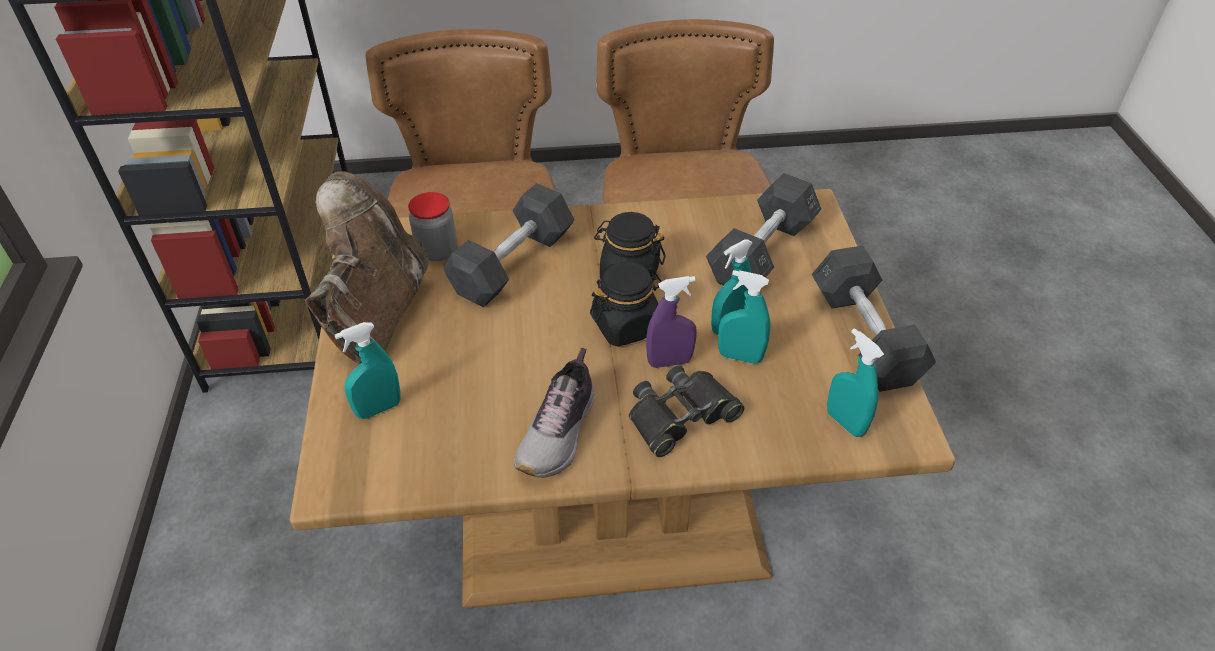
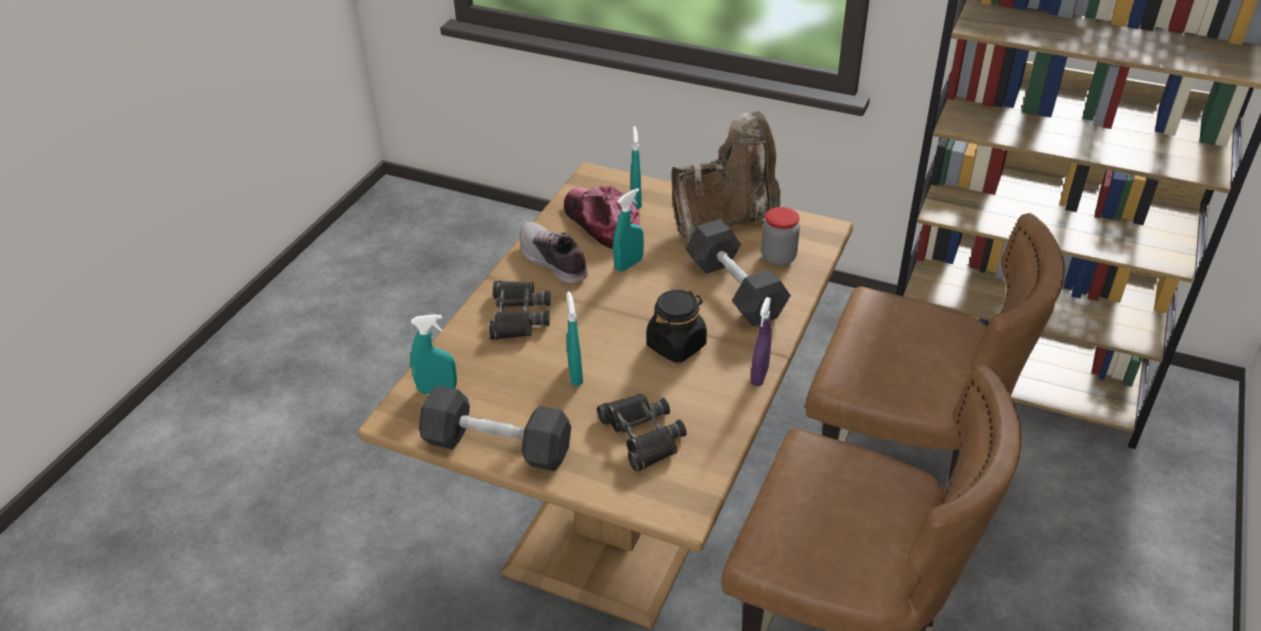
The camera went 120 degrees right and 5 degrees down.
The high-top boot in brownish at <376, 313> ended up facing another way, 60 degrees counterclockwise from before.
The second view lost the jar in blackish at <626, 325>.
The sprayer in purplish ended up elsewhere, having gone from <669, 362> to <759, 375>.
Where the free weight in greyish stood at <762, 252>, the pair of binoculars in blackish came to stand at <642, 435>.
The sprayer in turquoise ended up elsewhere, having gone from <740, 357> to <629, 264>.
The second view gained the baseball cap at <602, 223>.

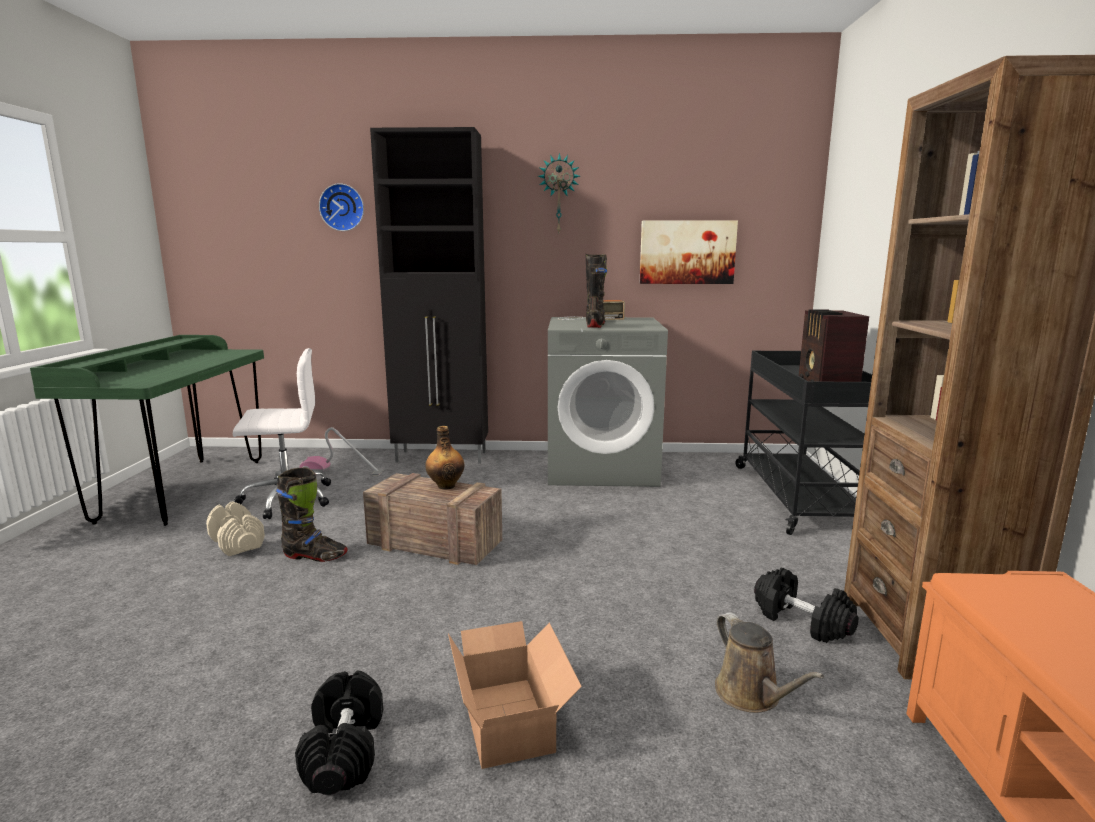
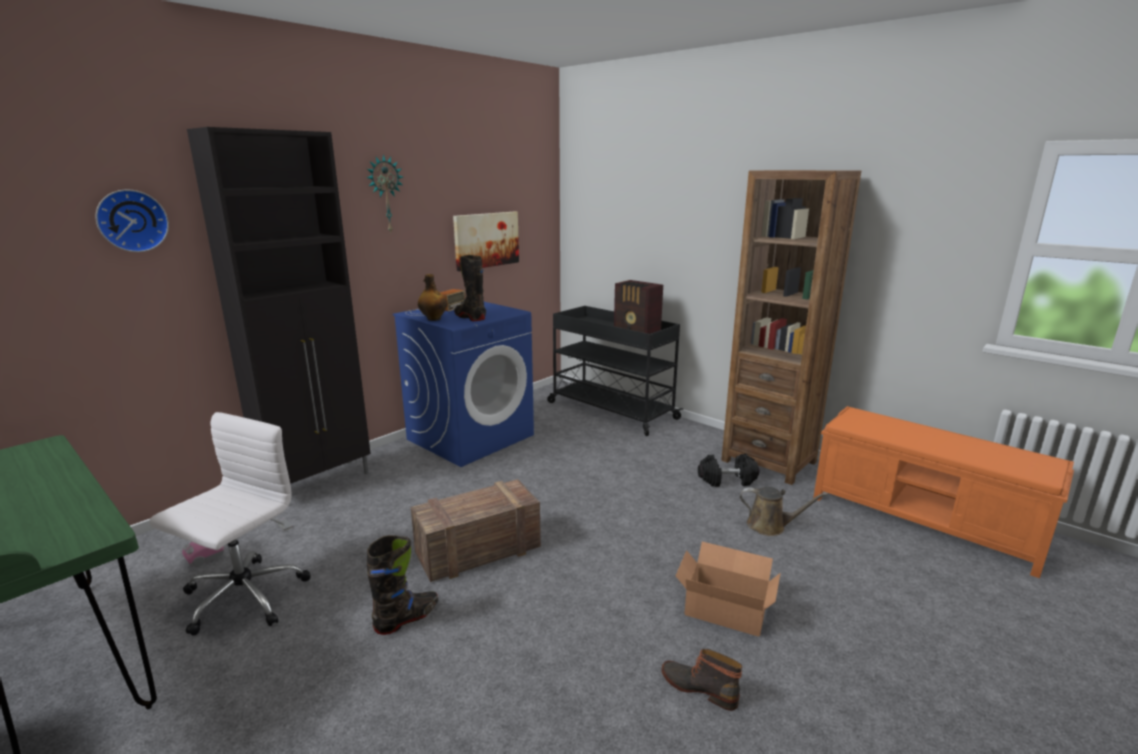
The camera went 50 degrees left and 5 degrees up.
The second view lost the free weight in sand-coloured at <237, 543>.
Where the free weight in blackish stood at <343, 750>, the high-top boot came to stand at <699, 687>.
The drink bottle ended up elsewhere, having gone from <446, 486> to <433, 319>.
What was the washing machine in greyish at <602, 468> turned into the washing machine in blue-coloured at <471, 437>.

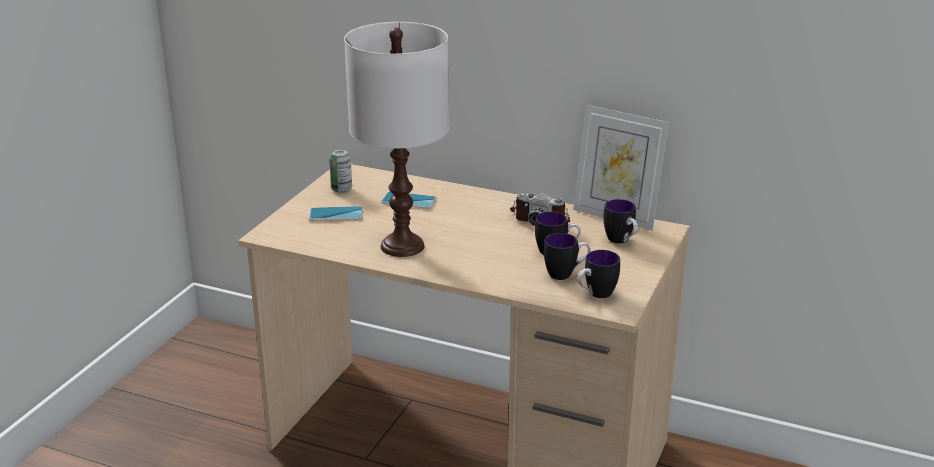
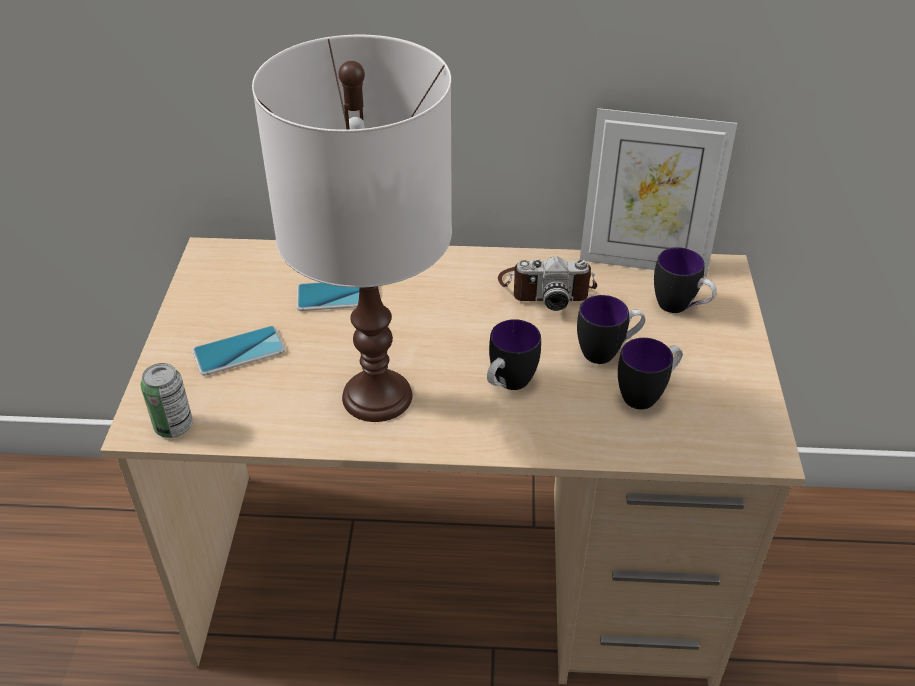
The camera went 20 degrees left and 15 degrees up.
The can ended up elsewhere, having gone from <341, 189> to <174, 426>.
The mug ended up elsewhere, having gone from <595, 295> to <508, 385>.

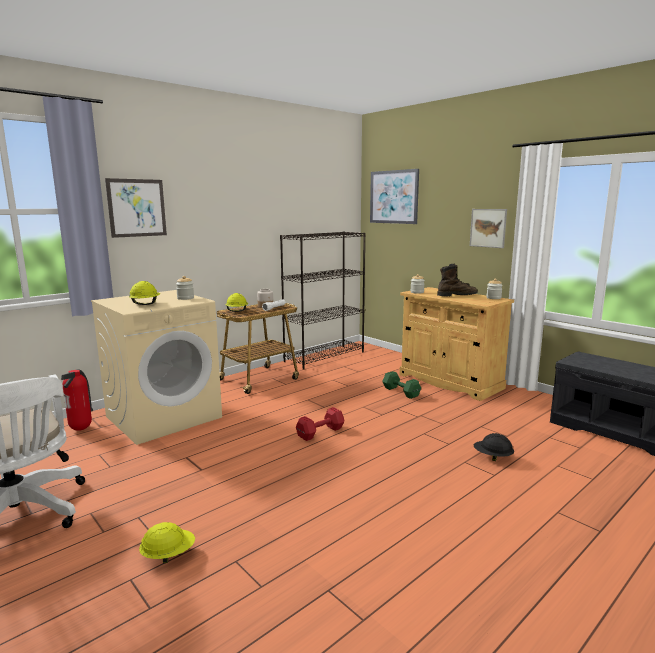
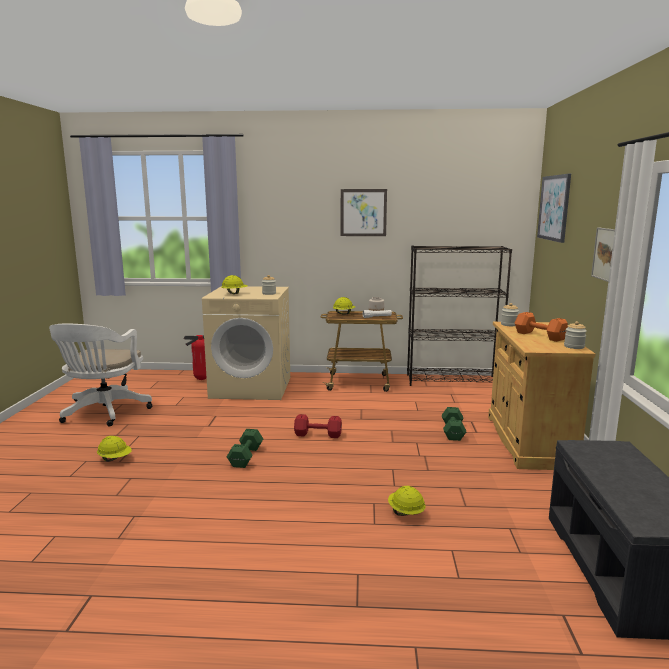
The camera went 45 degrees right and 0 degrees up.
The wall art ended up elsewhere, having gone from <137, 208> to <363, 212>.
Where the high-top boot in brownish stood at <456, 295>, the free weight in orangey came to stand at <539, 336>.
What was the hard hat in blackish at <492, 457> turned into the hard hat in yellow at <405, 512>.
The second view gained the free weight in green at <246, 456>.

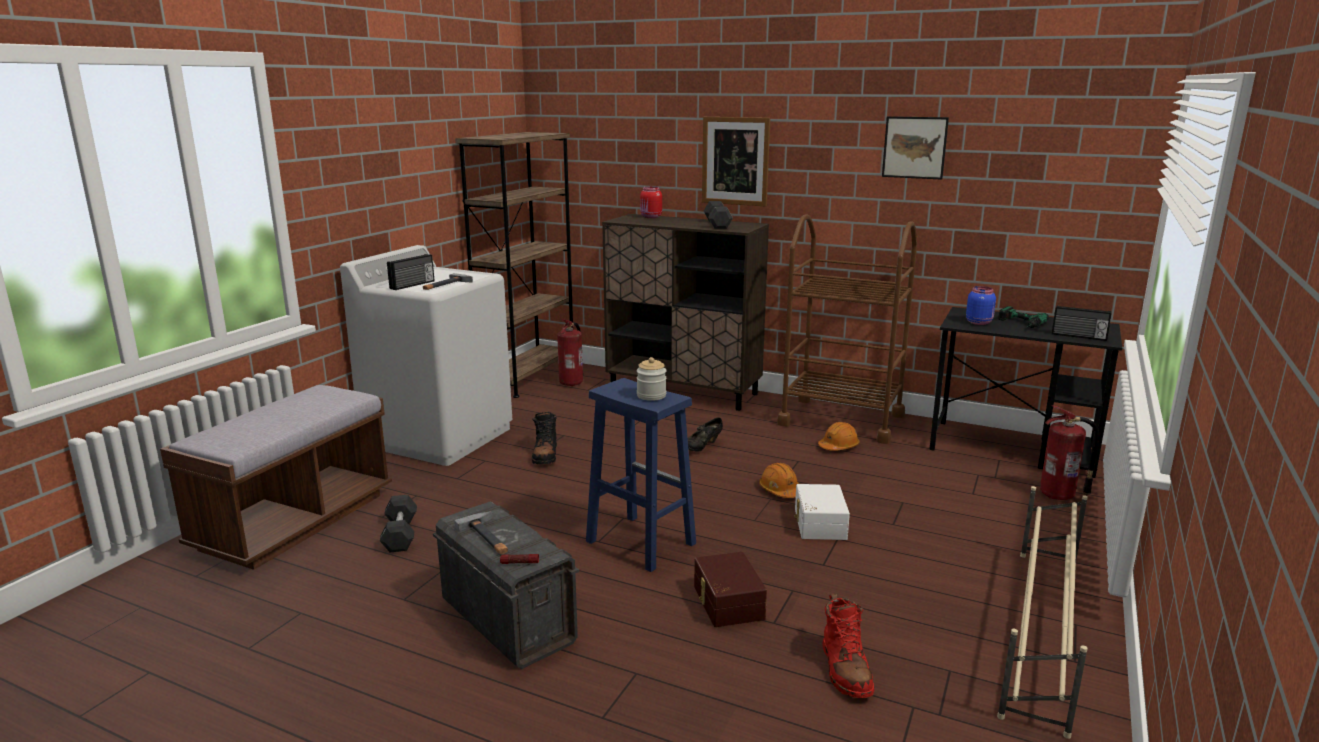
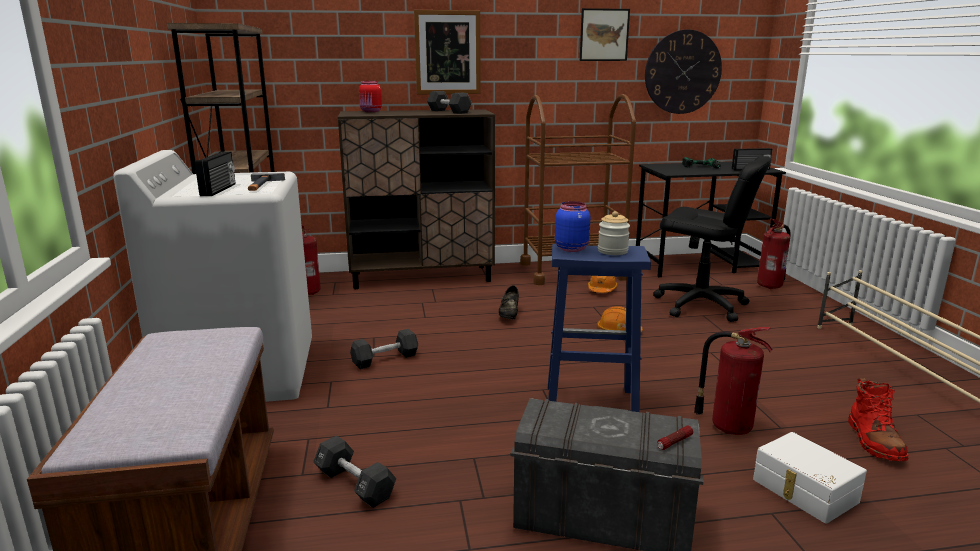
The camera went 35 degrees left and 0 degrees up.
The second view lost the tool hammer at <488, 537>.
Where the high-top boot in blackish stood at <545, 455>, the free weight in blackish came to stand at <385, 359>.
Where the storage container in brownish stood at <726, 602>, the fire-fighting cylinder came to stand at <728, 426>.
The storage container in whitish ended up elsewhere, having gone from <818, 523> to <803, 491>.
The high-top boot in red at <845, 670> ended up facing another way, 45 degrees clockwise from before.
The jar in blue-coloured ended up elsewhere, having gone from <979, 322> to <571, 248>.
The second view gained the clock on the wall at <682, 72>.
The second view gained the office chair in blackish at <700, 305>.

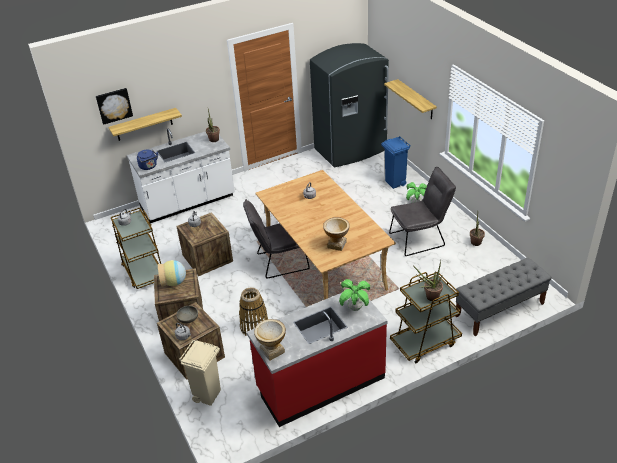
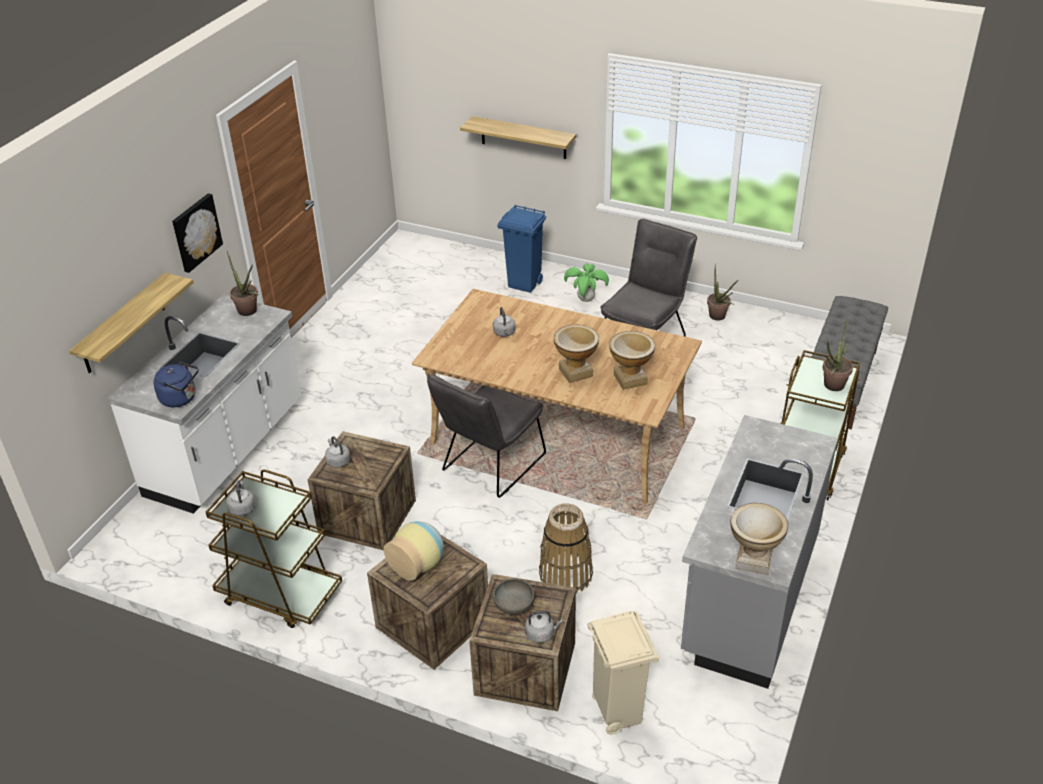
The camera went 40 degrees left and 0 degrees up.
The wall art ended up elsewhere, having gone from <114, 105> to <195, 232>.
What was the counter in red at <320, 383> turned into the counter in greyish at <748, 596>.
The second view lost the refrigerator in greyish at <351, 150>.
The second view lost the plant in a pot at <355, 308>.
The second view gained the decorative vase at <576, 372>.

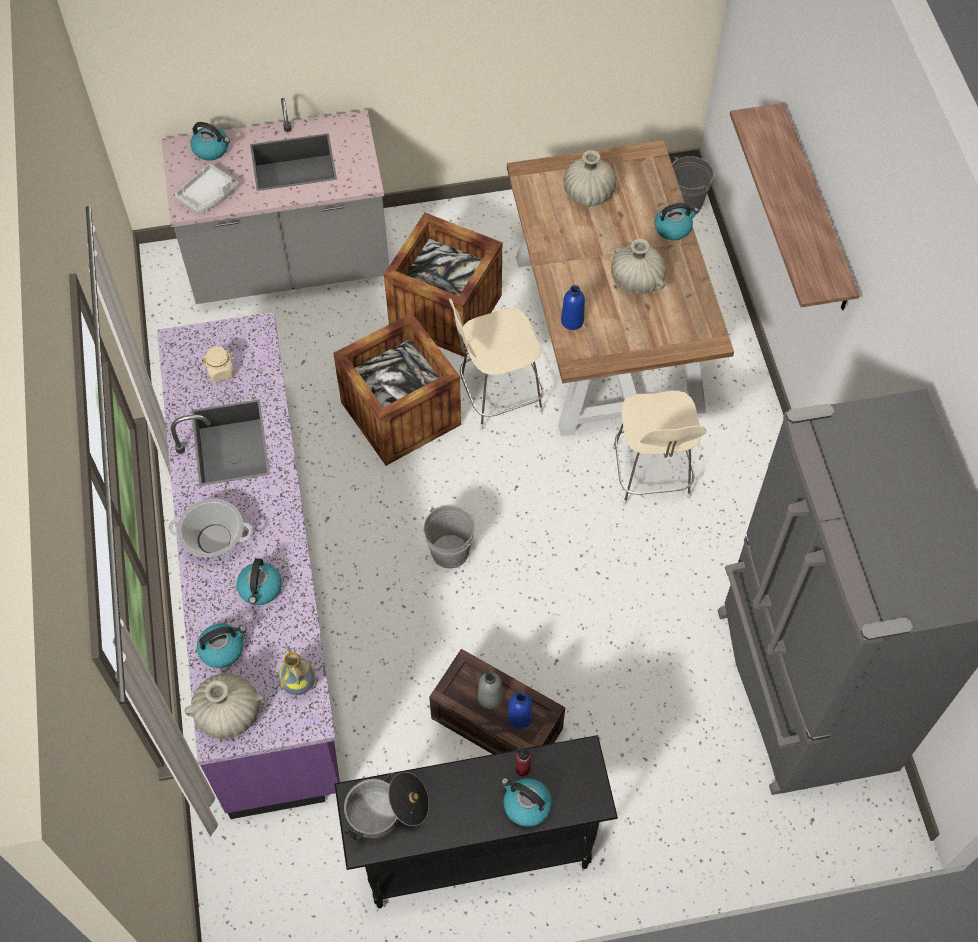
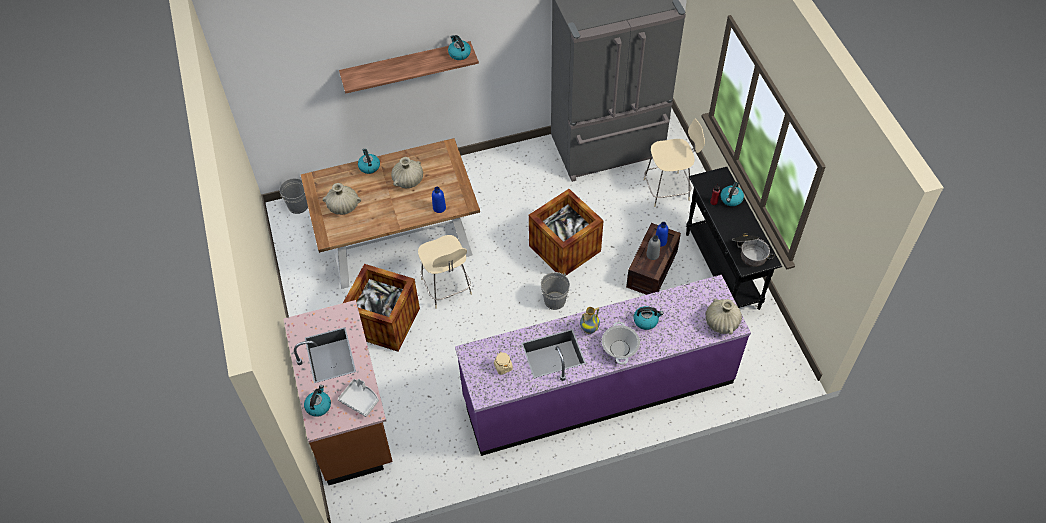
The camera went 95 degrees left and 5 degrees down.
What was the counter in greyish at <290, 265> turned into the counter in brownish at <349, 417>.
The water kettle ended up elsewhere, having gone from <222, 649> to <459, 53>.
The decorative vase ended up elsewhere, having gone from <300, 685> to <589, 329>.
The crate ended up elsewhere, having gone from <401, 413> to <564, 248>.
The chair in sand-coloured ended up elsewhere, having gone from <651, 476> to <668, 189>.

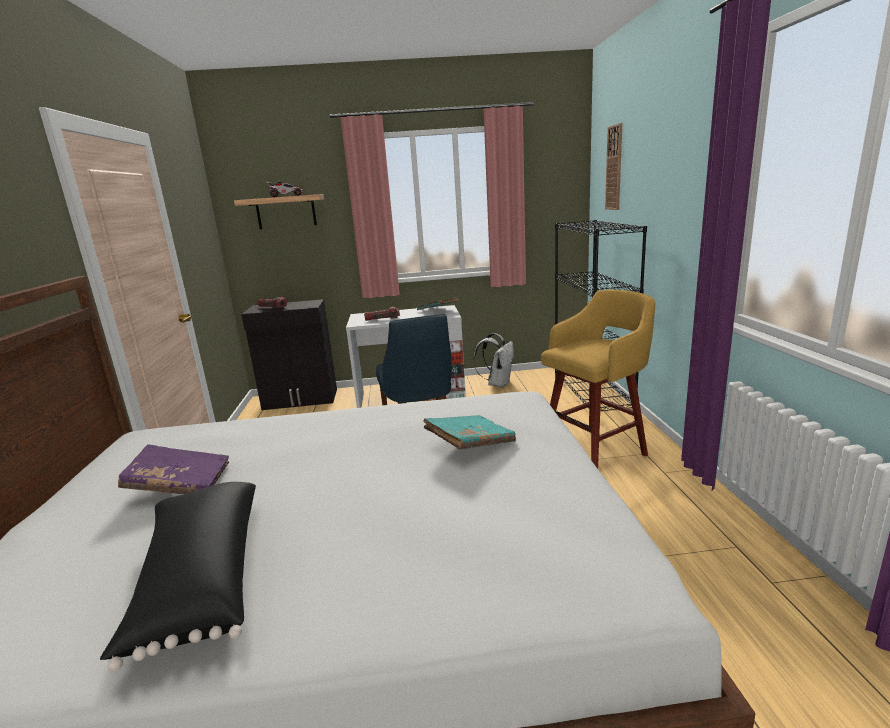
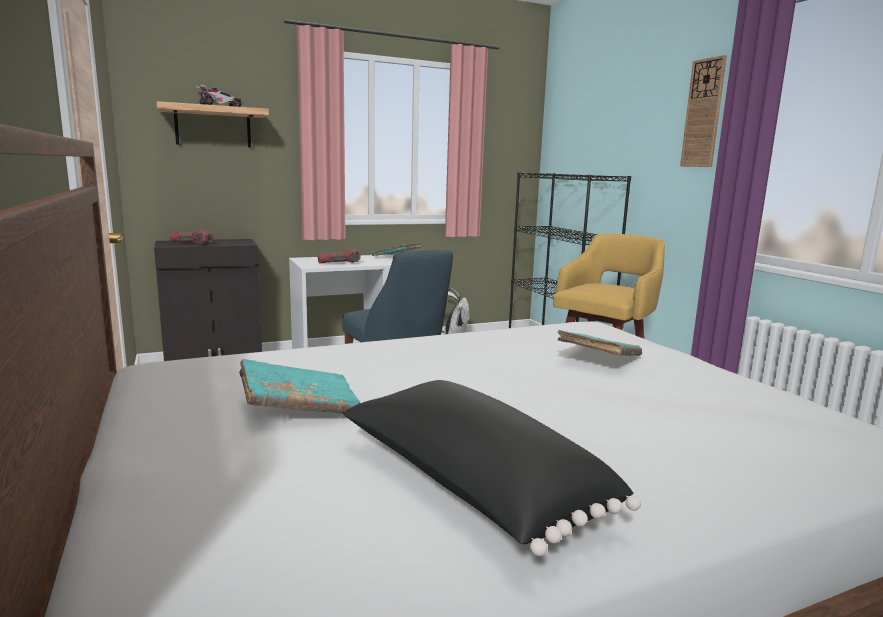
The camera went 20 degrees left and 5 degrees down.
What was the volume in purplish at <180, 484> turned into the volume in turquoise at <299, 407>.
The clock on the wall ended up elsewhere, having gone from <614, 168> to <703, 113>.

